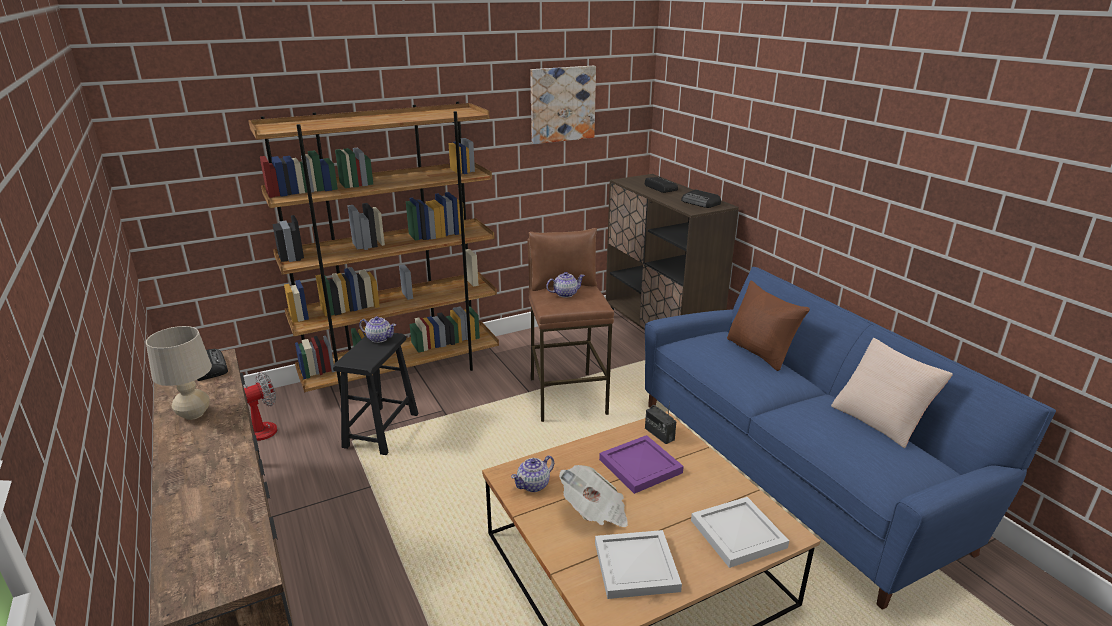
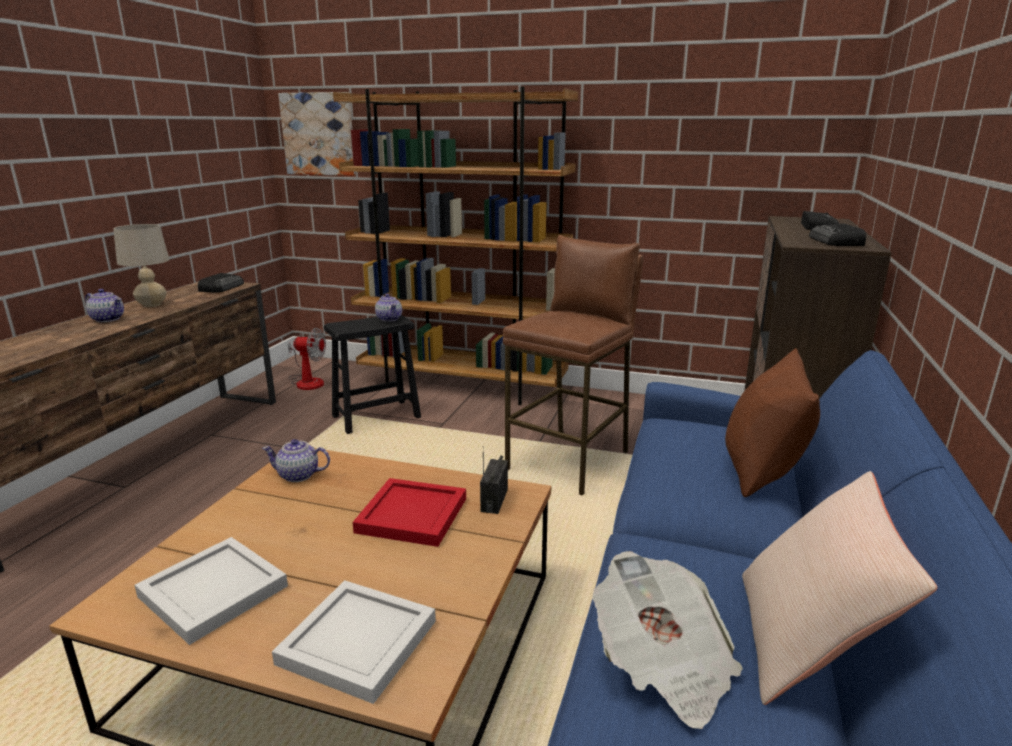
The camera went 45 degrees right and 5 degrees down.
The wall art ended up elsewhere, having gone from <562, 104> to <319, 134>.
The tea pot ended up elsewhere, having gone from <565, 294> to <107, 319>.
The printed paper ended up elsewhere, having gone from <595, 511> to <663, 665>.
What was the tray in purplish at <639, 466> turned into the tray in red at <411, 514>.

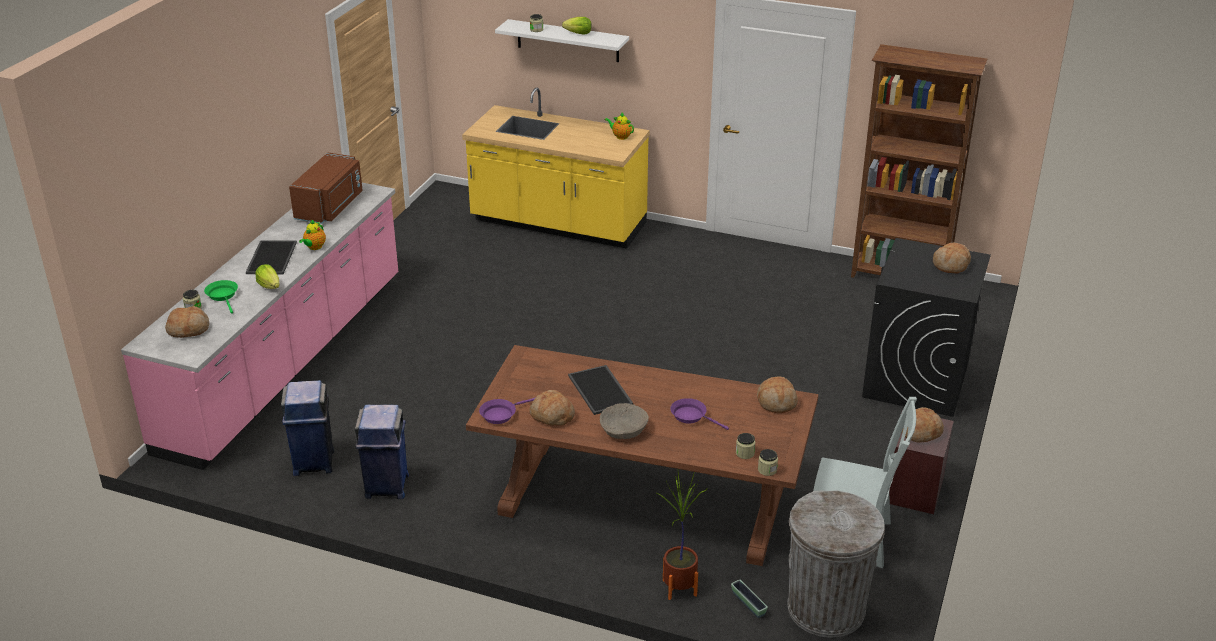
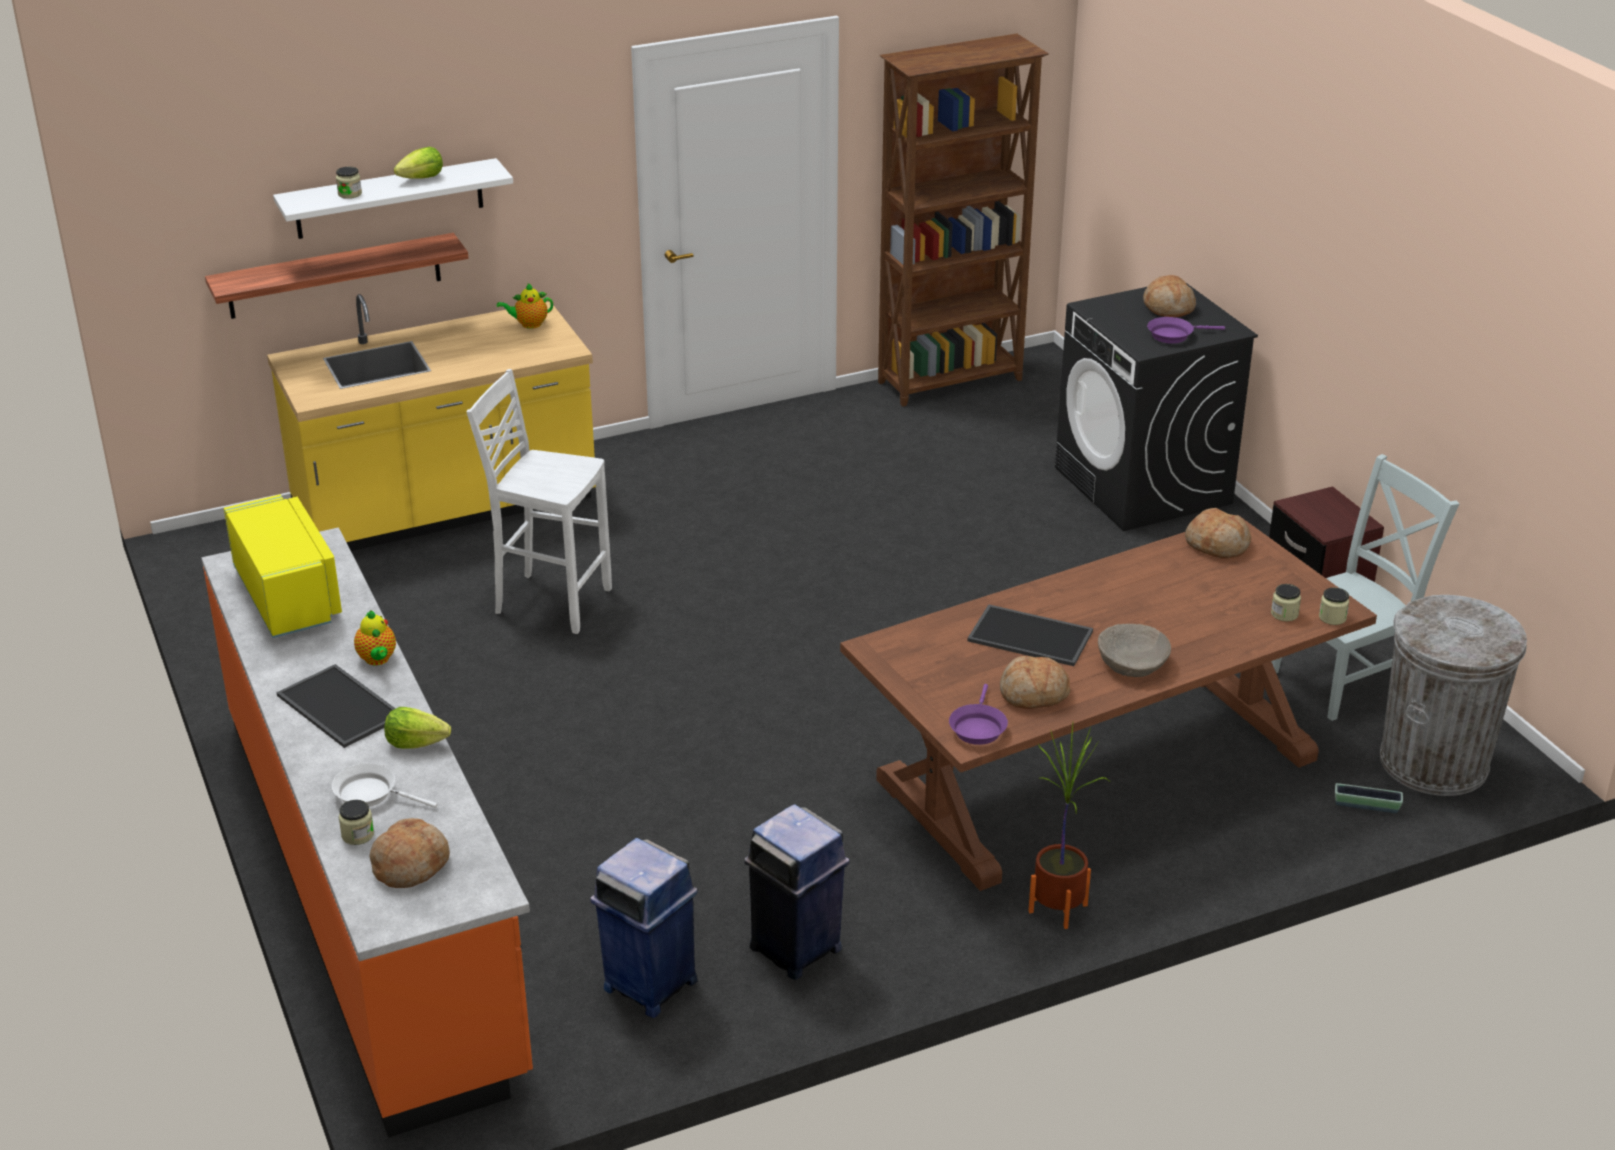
The camera went 45 degrees left and 0 degrees up.
What was the counter in pinkish at <287, 361> turned into the counter in orangey at <372, 888>.
What was the pan in green at <223, 296> turned into the pan in whitish at <371, 794>.
What was the kitchen microwave in brownish at <330, 206> turned into the kitchen microwave in yellow at <290, 596>.
The plant in a pot ended up elsewhere, having gone from <679, 588> to <1058, 908>.
The pan in purplish ended up elsewhere, having gone from <691, 416> to <1173, 335>.
The second view lost the bakery bread at <920, 431>.
The second view gained the wall shelf at <334, 276>.
The second view gained the stool seat in whitish at <550, 601>.

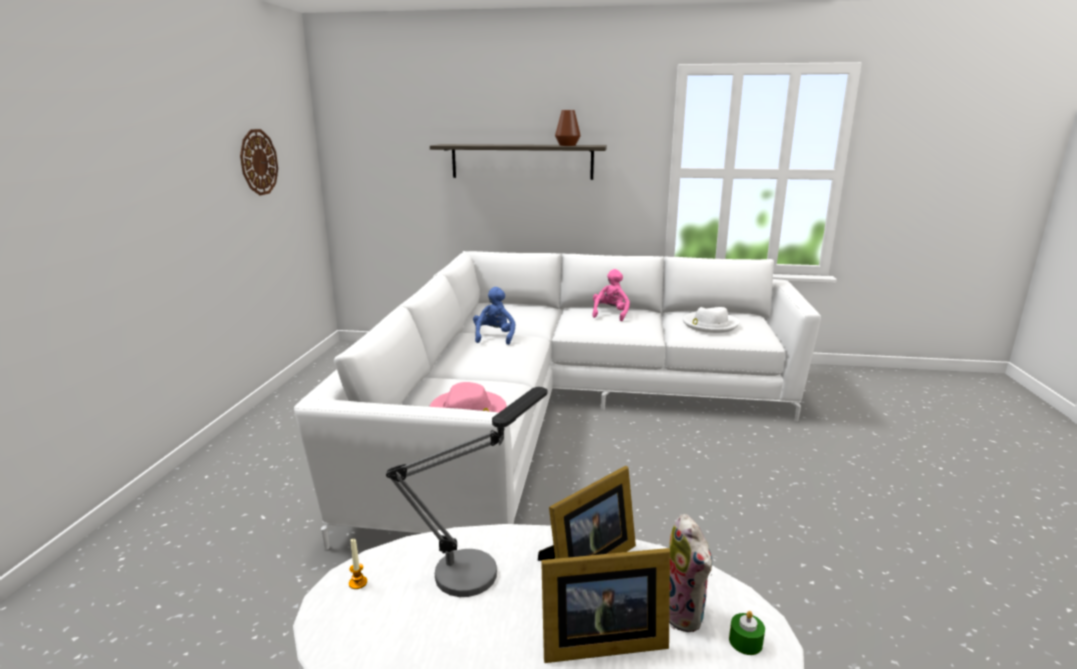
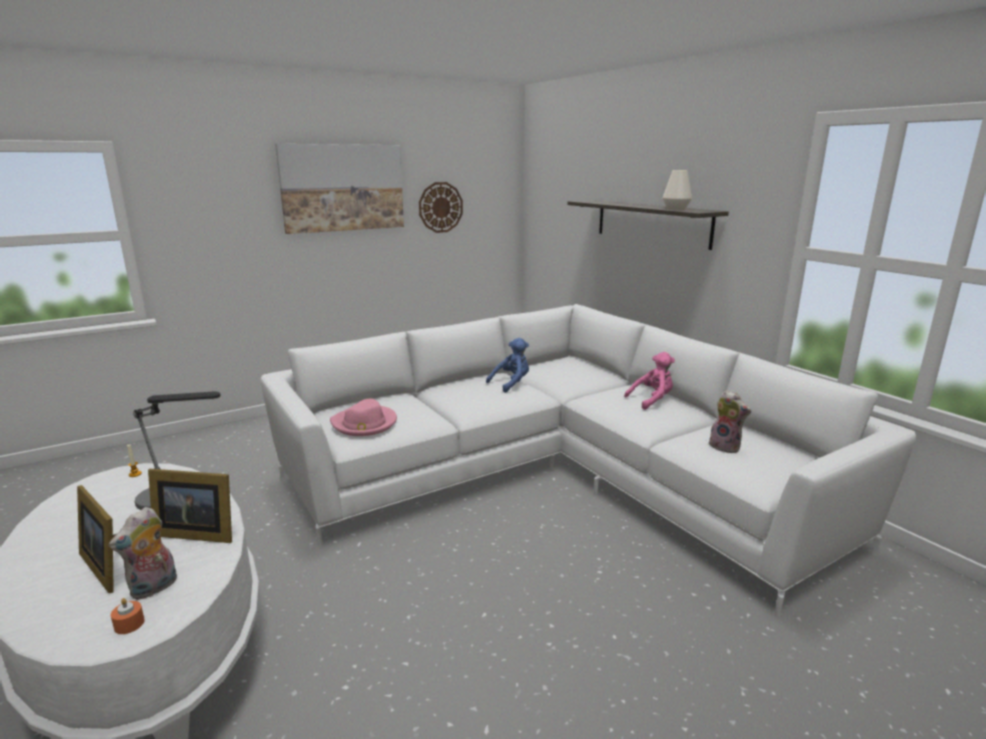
The camera went 50 degrees right and 0 degrees up.
What was the decorative vase in brownish at <567, 145> turned into the decorative vase in whitish at <676, 209>.
Where the hat in whitish stood at <709, 325>, the soft toy came to stand at <726, 447>.
What was the wax light in green at <745, 642> turned into the wax light in orangey at <129, 624>.
The second view gained the wall art at <342, 188>.

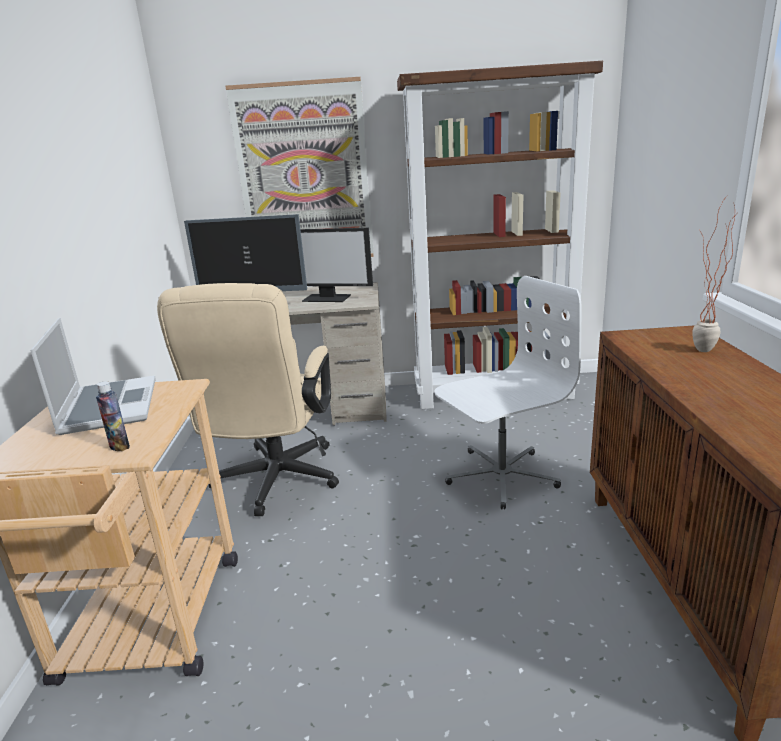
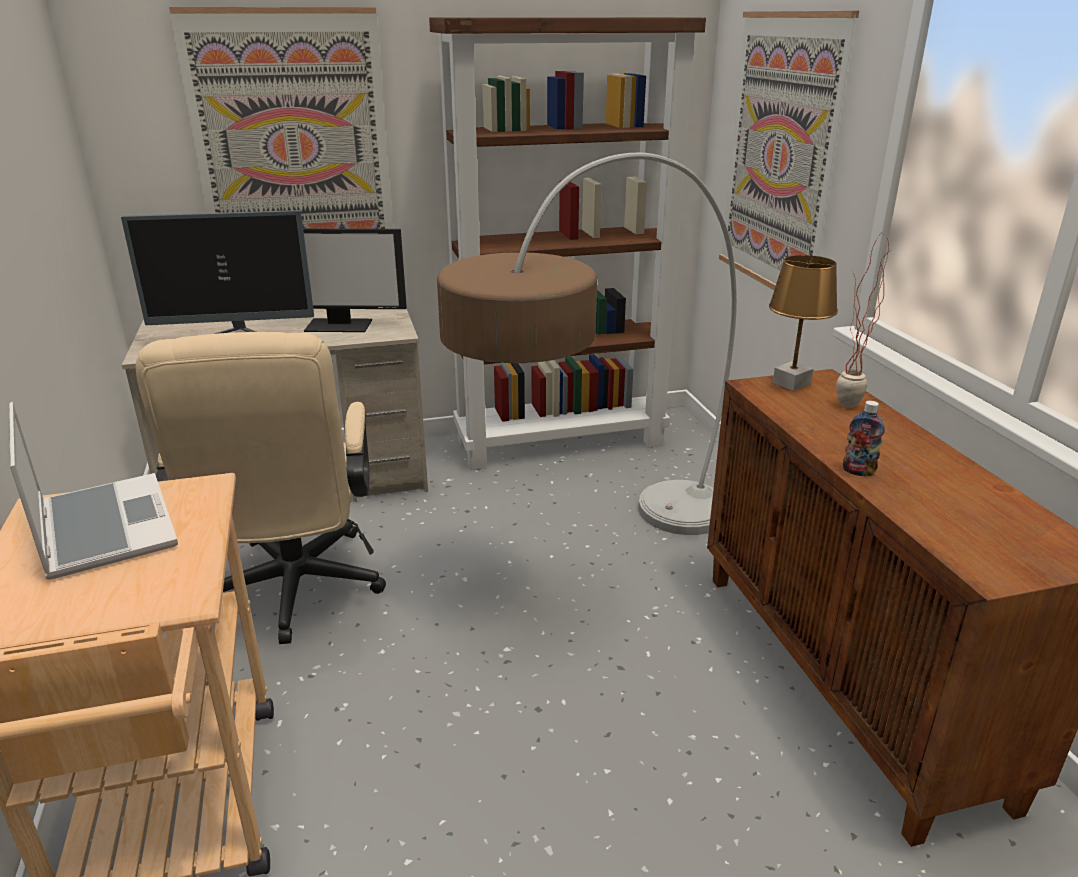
The camera went 15 degrees left and 5 degrees up.
The drink bottle ended up elsewhere, having gone from <119, 446> to <858, 471>.
Where the office chair in whitish stood at <500, 476>, the floor lamp came to stand at <594, 557>.
The second view gained the wall art at <780, 155>.
The second view gained the tabletop lamp in brownish at <791, 384>.

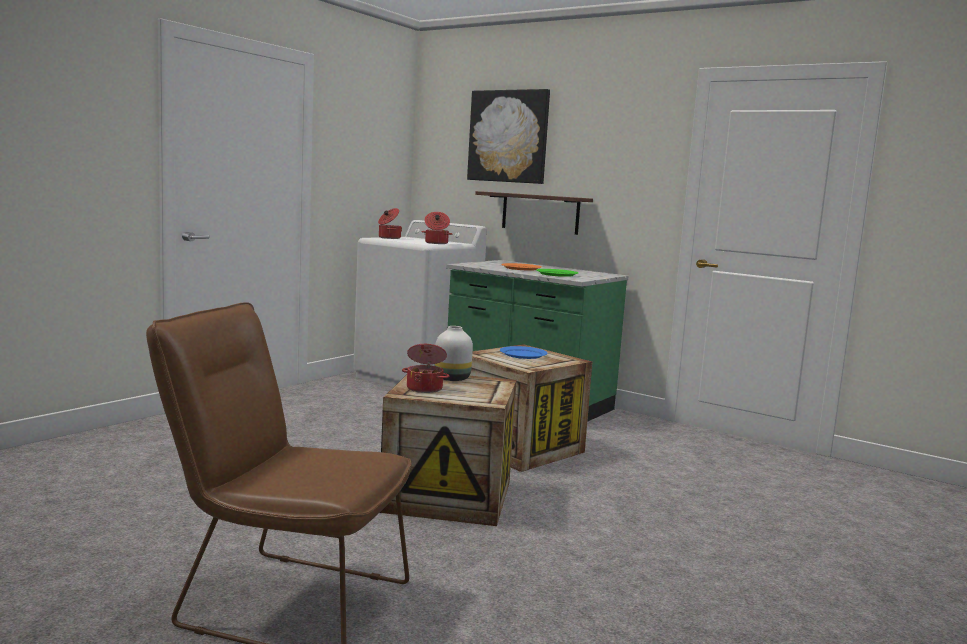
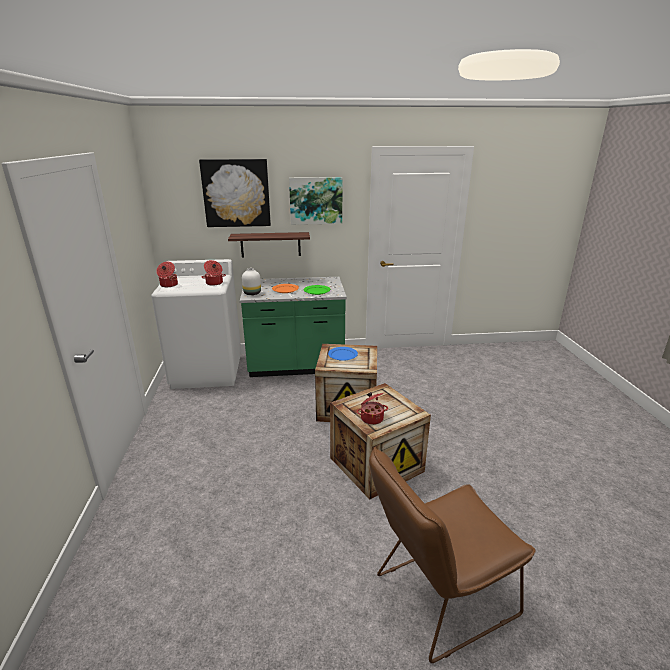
The camera went 40 degrees left and 15 degrees up.
The decorative vase in whitish ended up elsewhere, having gone from <453, 378> to <252, 293>.
The second view gained the wall art at <316, 200>.

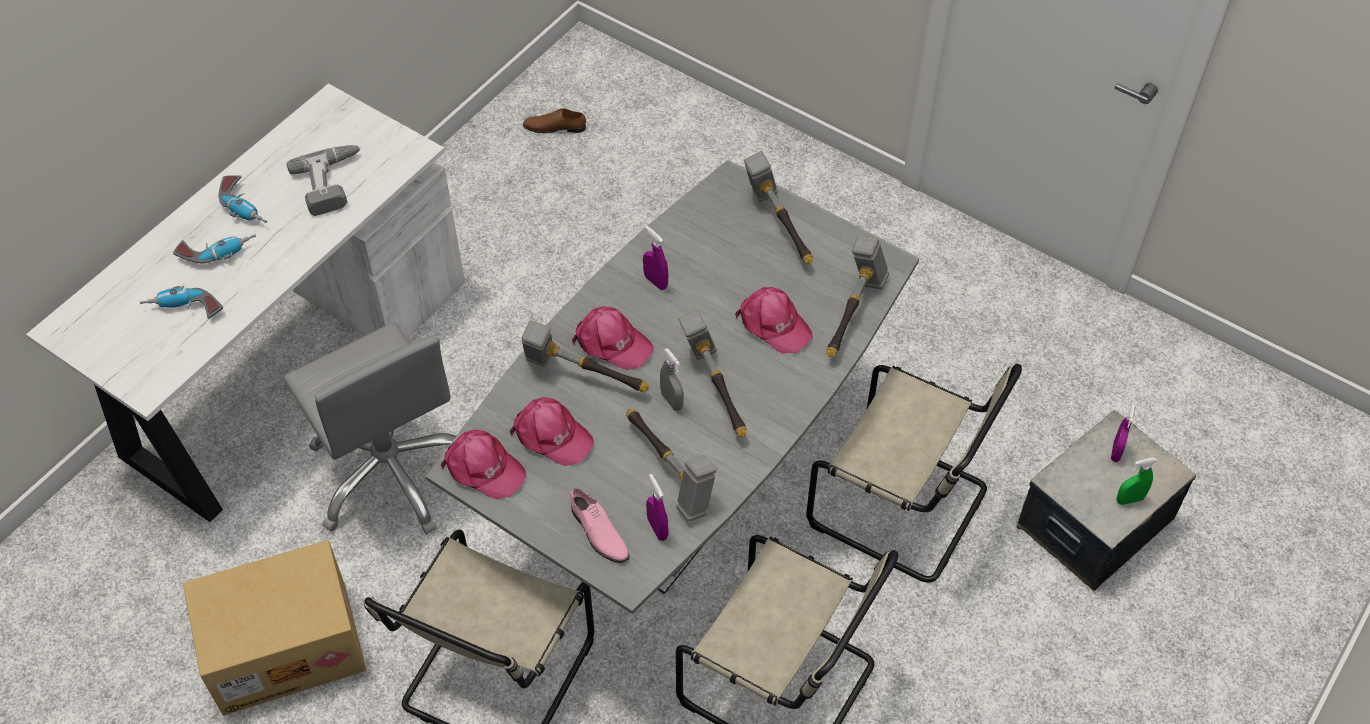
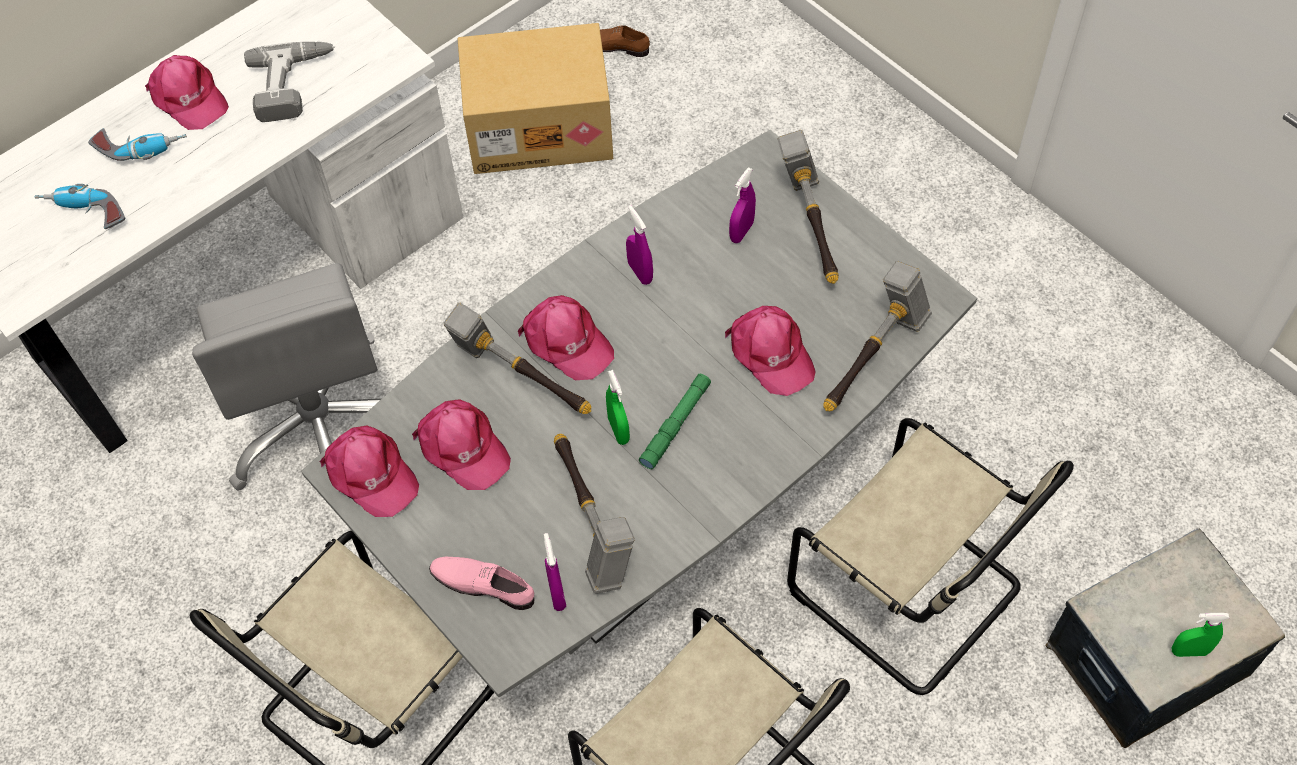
The camera went 15 degrees right and 5 degrees up.
The carton ended up elsewhere, having gone from <286, 645> to <540, 126>.
Where the electric drill stood at <246, 207>, the baseball cap in pinkish came to stand at <188, 98>.
The low shoe in pinkish at <597, 532> ended up facing another way, 135 degrees clockwise from before.
What was the sprayer in greyish at <671, 401> turned into the sprayer in green at <618, 430>.
Where the tool hammer stood at <715, 389>, the flashlight in green came to stand at <675, 425>.
The sprayer in purplish ended up elsewhere, having gone from <1116, 452> to <741, 232>.

